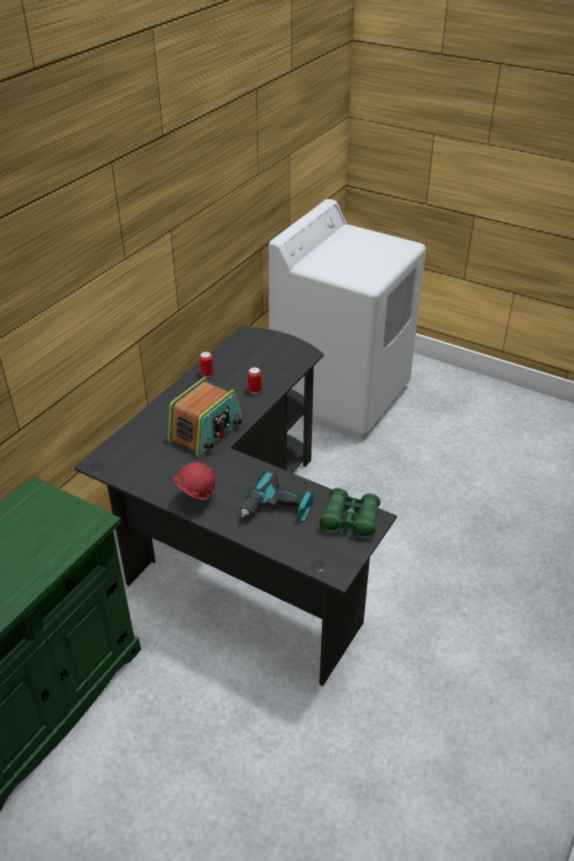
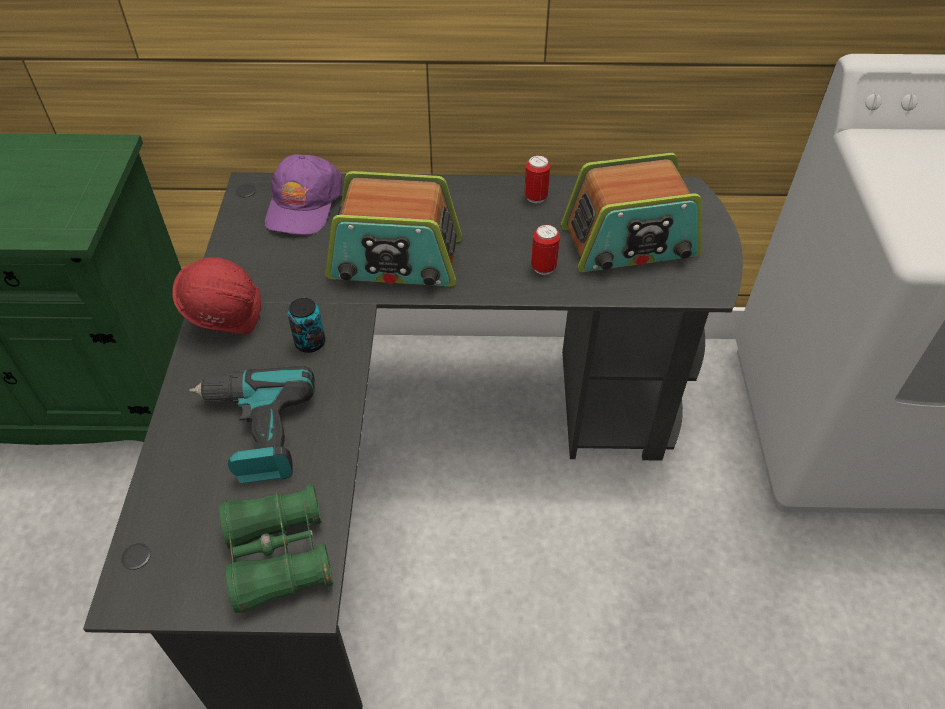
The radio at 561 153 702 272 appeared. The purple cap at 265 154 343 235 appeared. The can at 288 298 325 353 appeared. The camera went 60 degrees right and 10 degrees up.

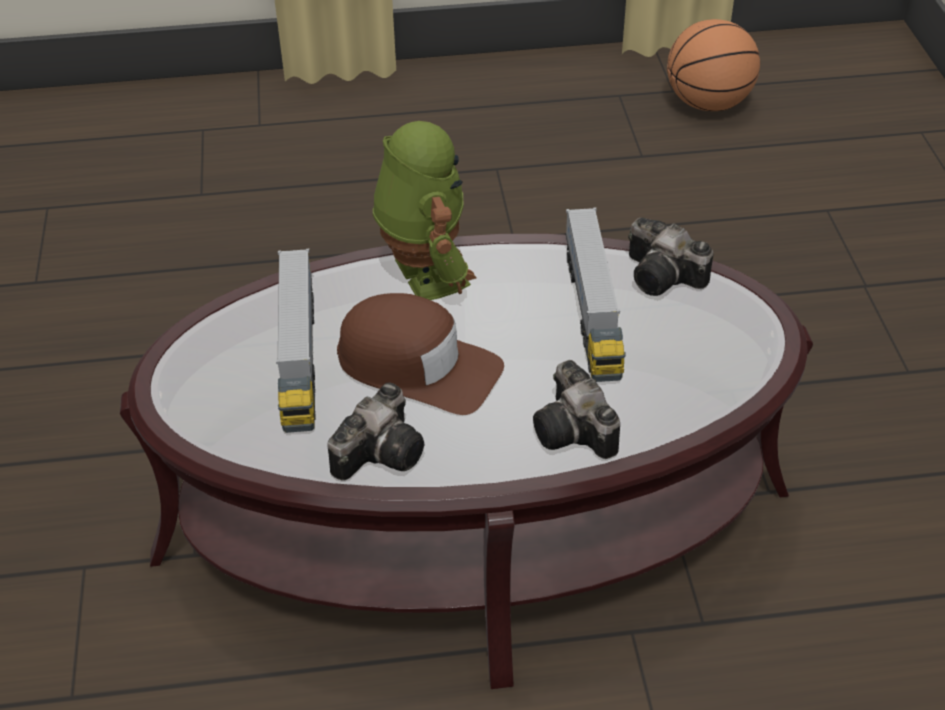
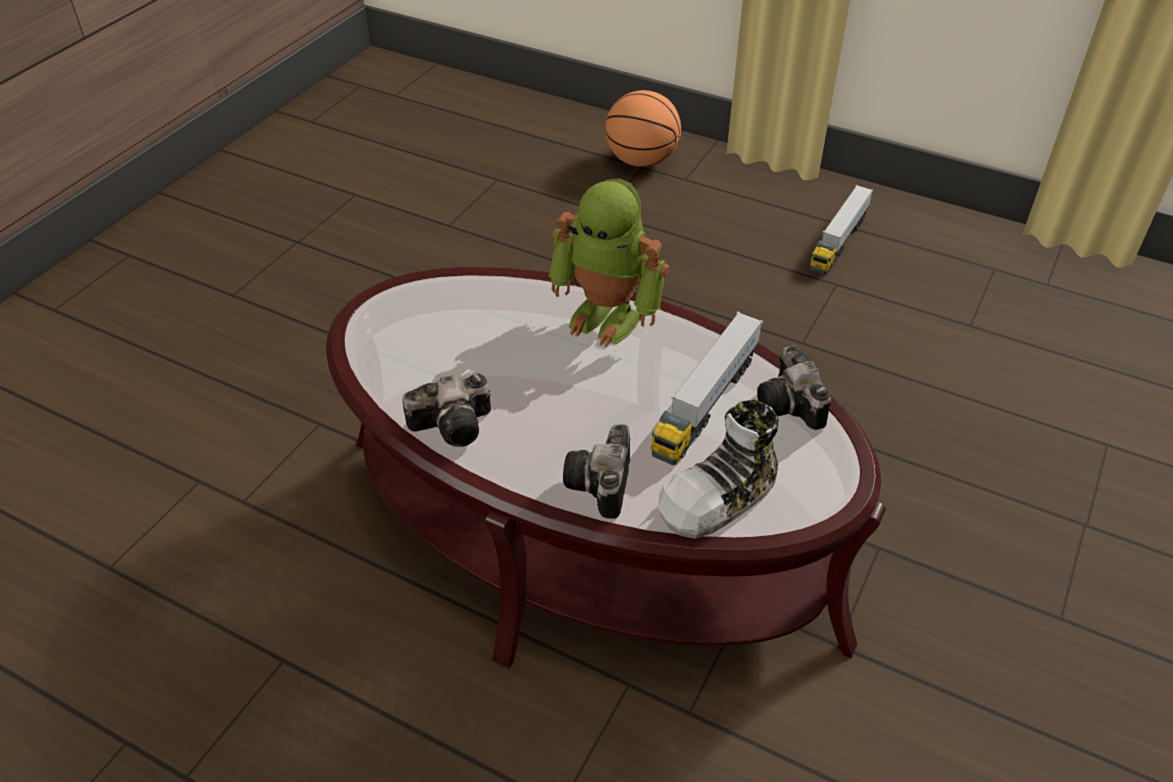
The basketball moved from 667 19 760 111 to 605 90 681 167. The toy robot at 373 121 477 300 turned 105 degrees clockwise. The toy truck moved from 276 249 316 433 to 810 185 873 275. The brown cap at 337 293 504 415 disappeared. The shoe at 658 399 779 539 appeared. The camera went 35 degrees right and 0 degrees up.

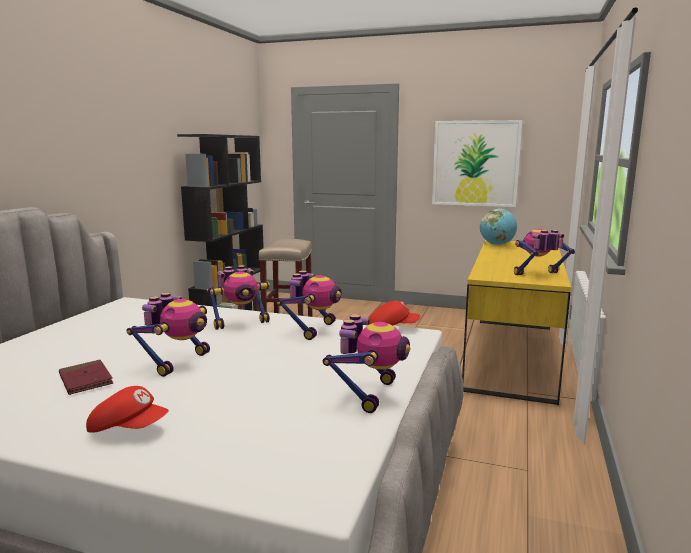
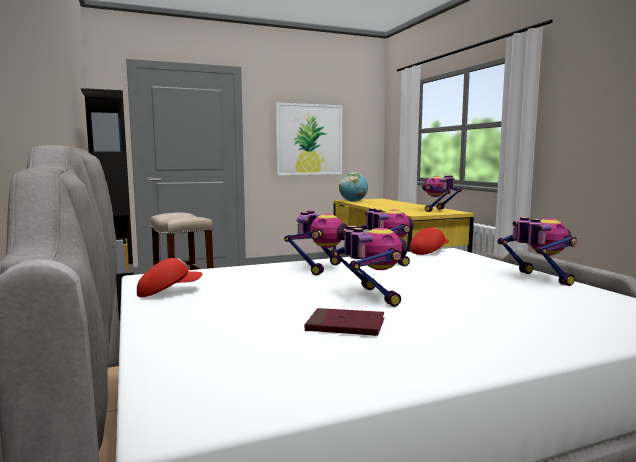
The red cap moved from 86 386 169 433 to 137 258 202 297. The camera went 40 degrees left and 5 degrees down.

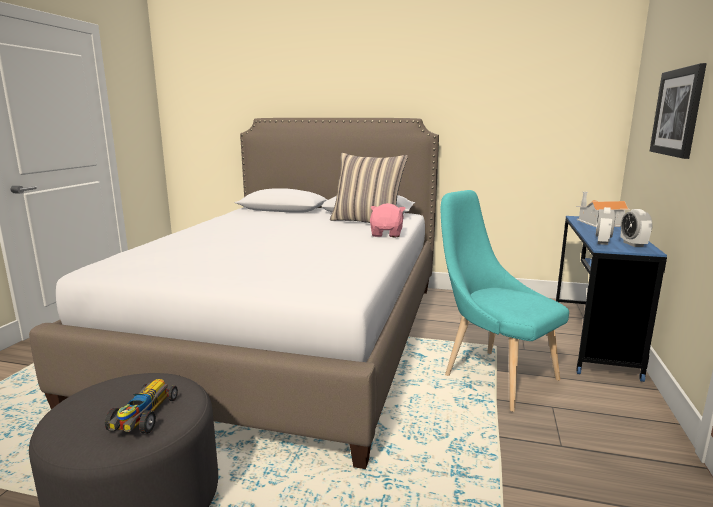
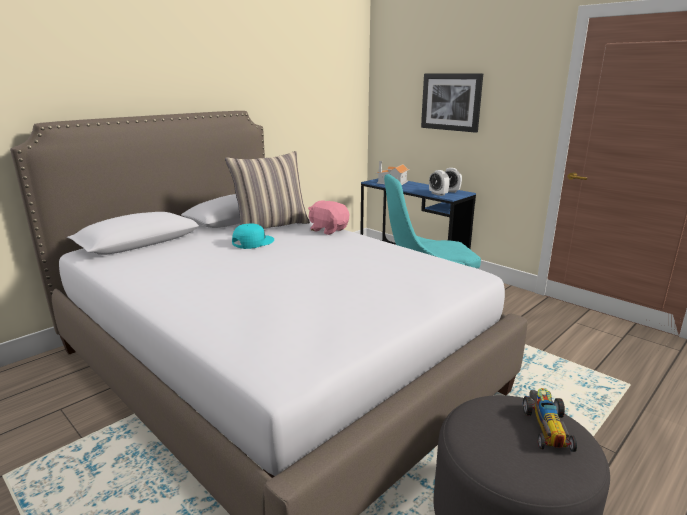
The toy car at 105 379 178 434 turned 120 degrees counterclockwise. The turquoise cap at 232 223 274 249 appeared. The camera went 60 degrees left and 5 degrees up.

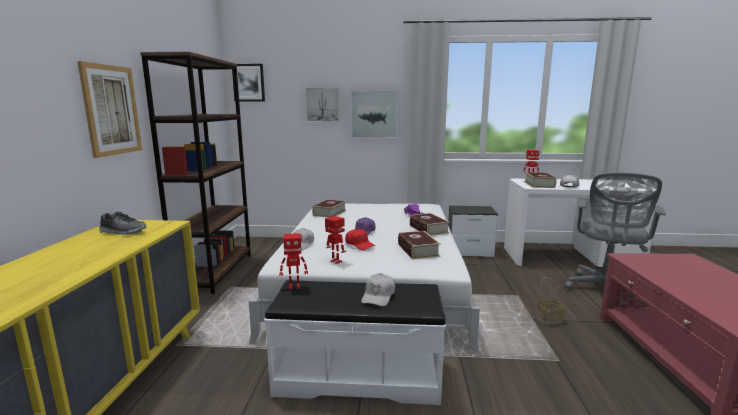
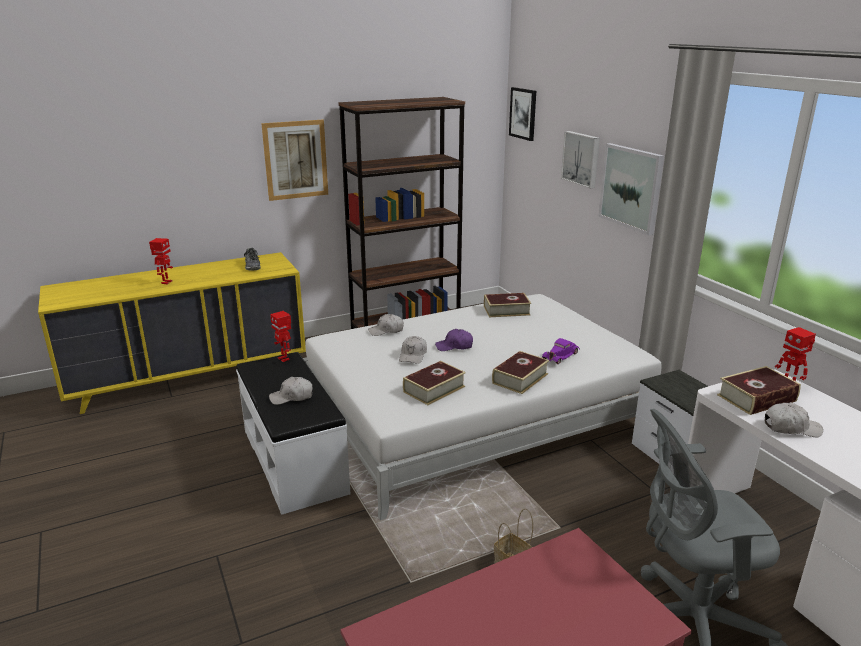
The toy robot moved from 325 216 346 264 to 149 238 173 284. The red cap at 345 229 375 250 became the white cap at 399 336 427 364. The camera went 60 degrees right and 10 degrees up.

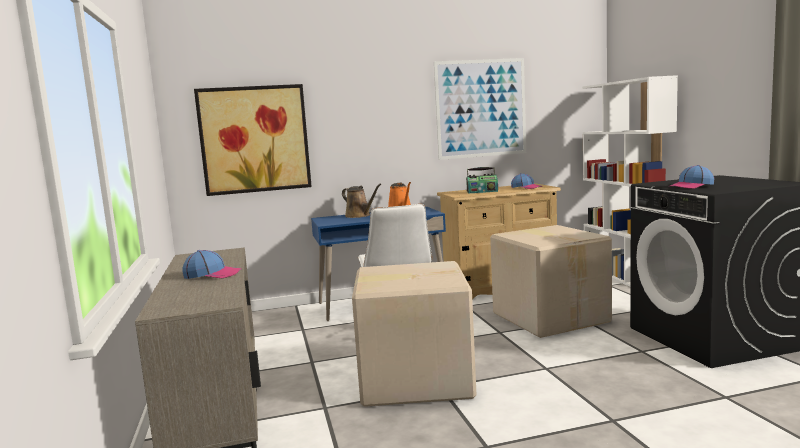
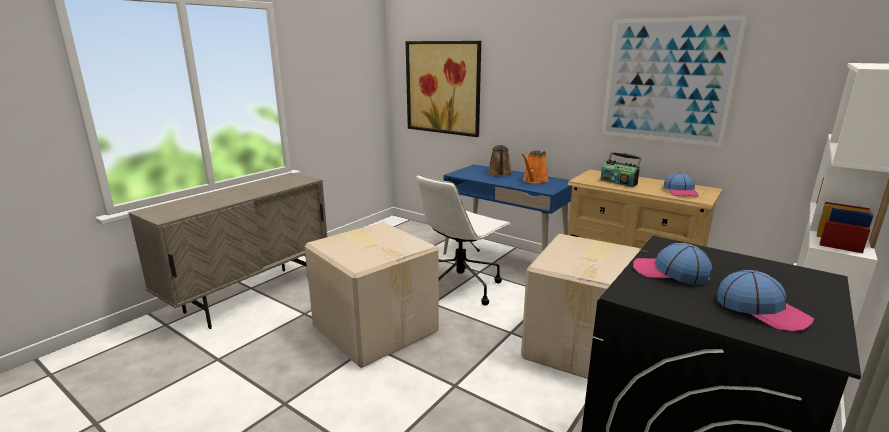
The cap moved from 182 250 242 279 to 717 270 814 332. The camera went 50 degrees right and 10 degrees up.

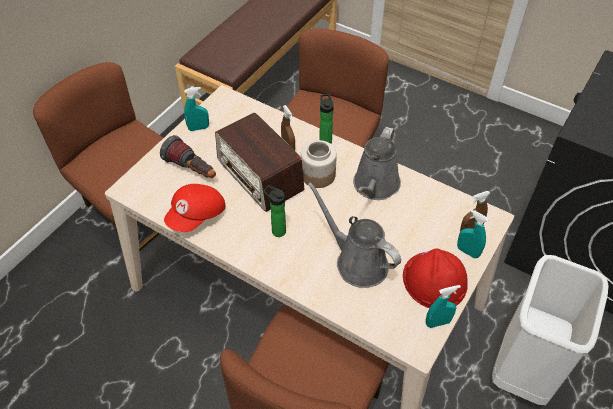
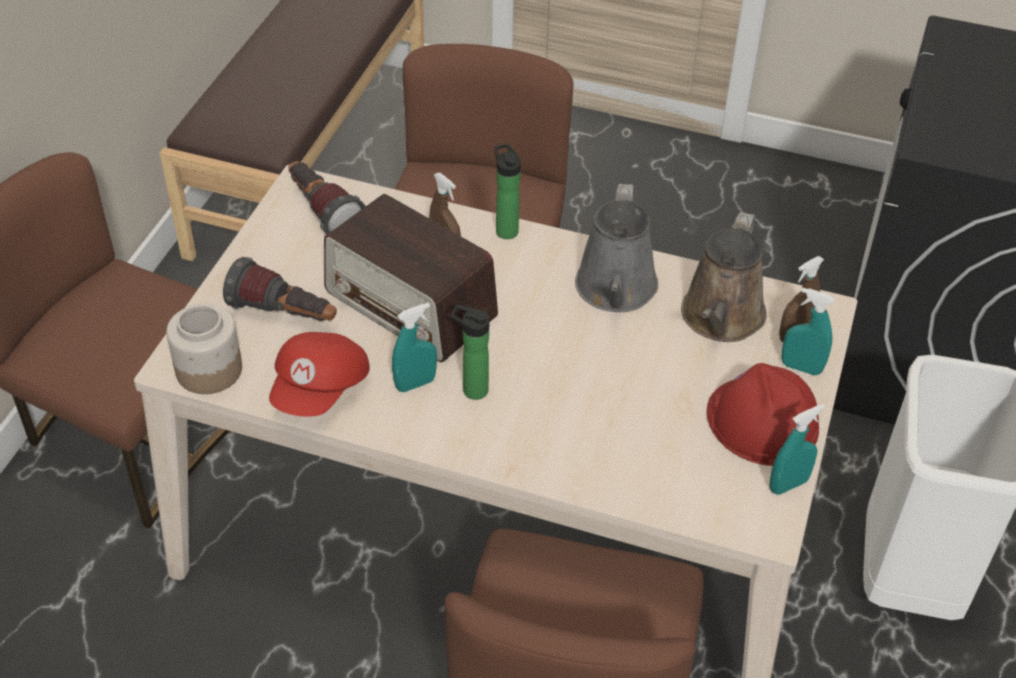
The turquoise spray bottle moved from 184 87 209 131 to 392 303 437 392. The jar moved from 301 140 337 188 to 166 304 242 394. The grey watering can at 308 182 401 288 disappeared. The flashlight at 288 161 366 234 appeared. The brown watering can at 681 212 767 342 appeared. The camera went 15 degrees left and 5 degrees down.

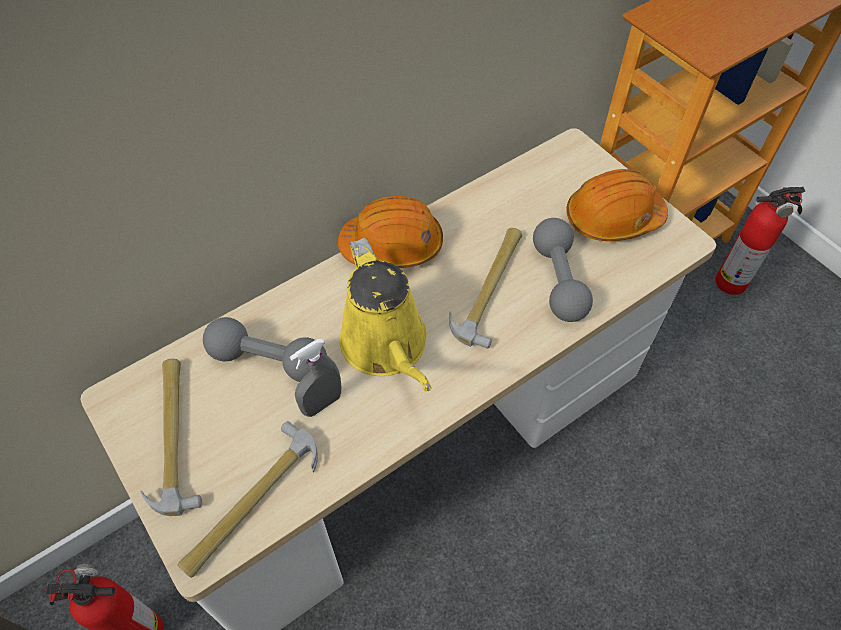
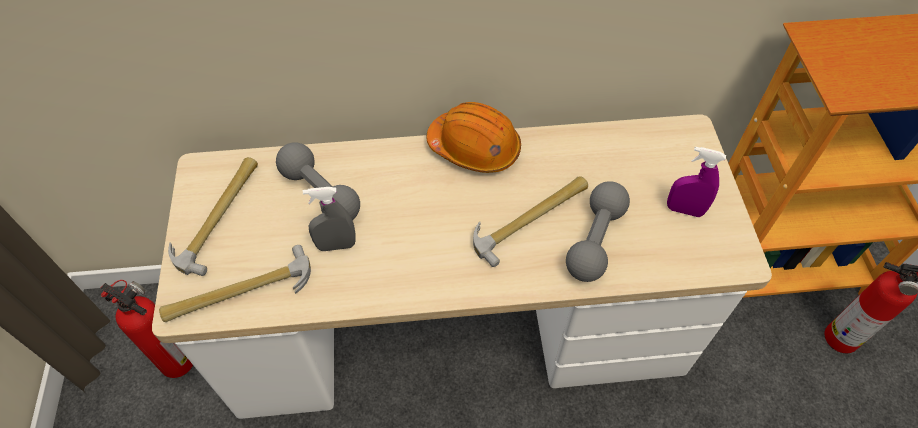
The orange hard hat at 566 169 668 241 was replaced by the purple spray bottle at 667 147 726 217. The yellow watering can at 339 238 432 392 disappeared. The camera went 30 degrees right and 0 degrees up.

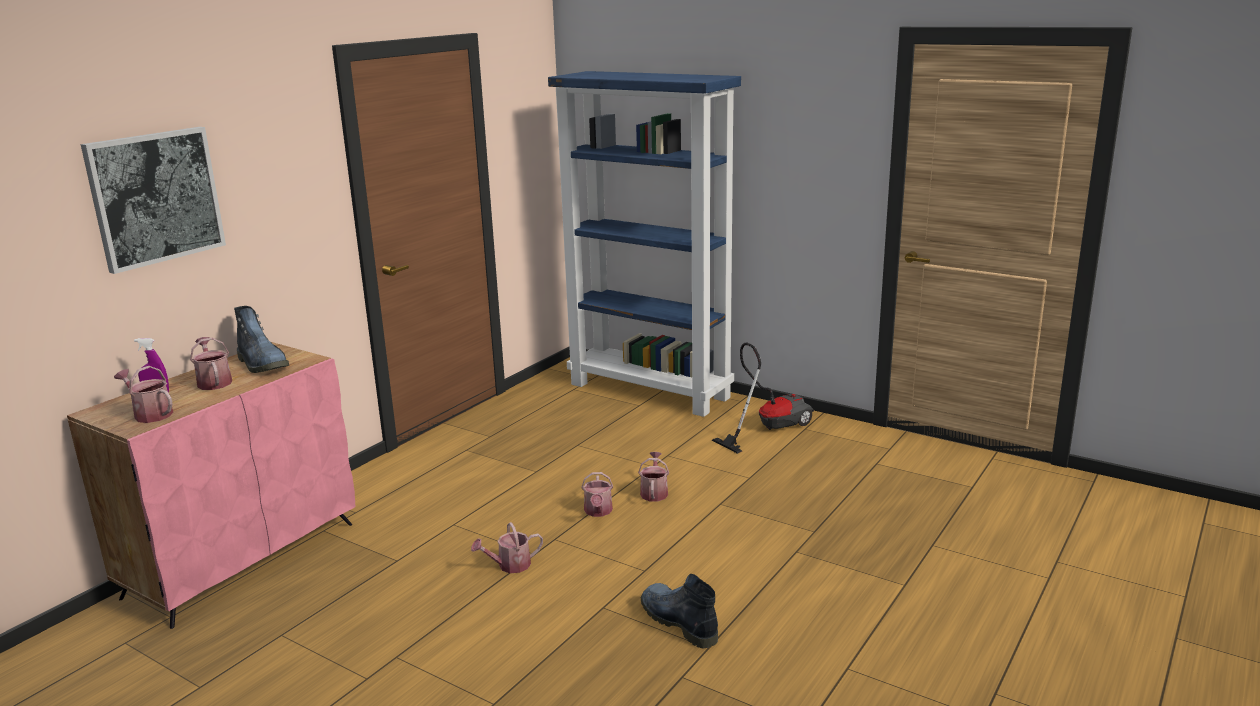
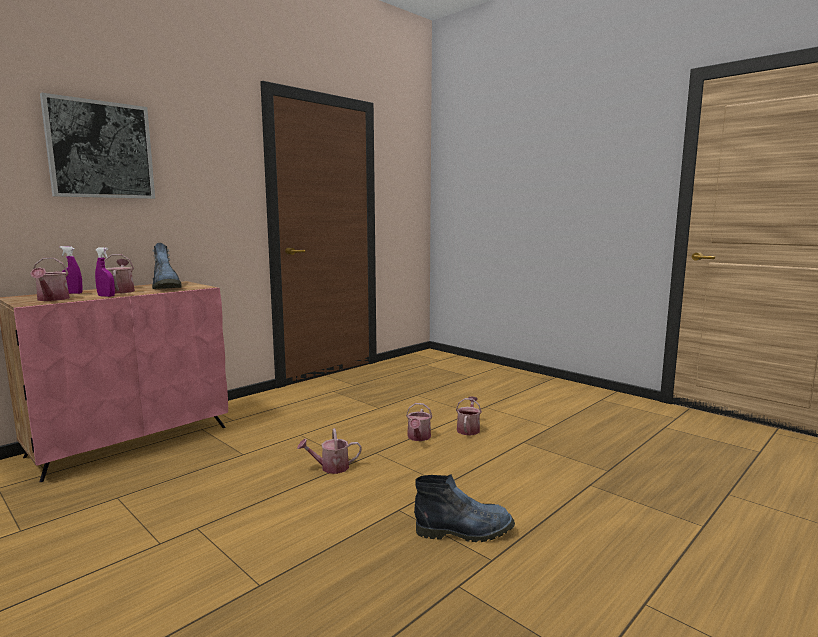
The blue bookcase at 548 71 741 417 disappeared. The vacuum cleaner at 712 343 814 454 disappeared. The watering can at 114 366 173 423 turned 150 degrees counterclockwise. The boot at 641 574 718 648 turned 120 degrees clockwise. The purple spray bottle at 95 247 115 297 appeared. The camera went 10 degrees right and 10 degrees down.

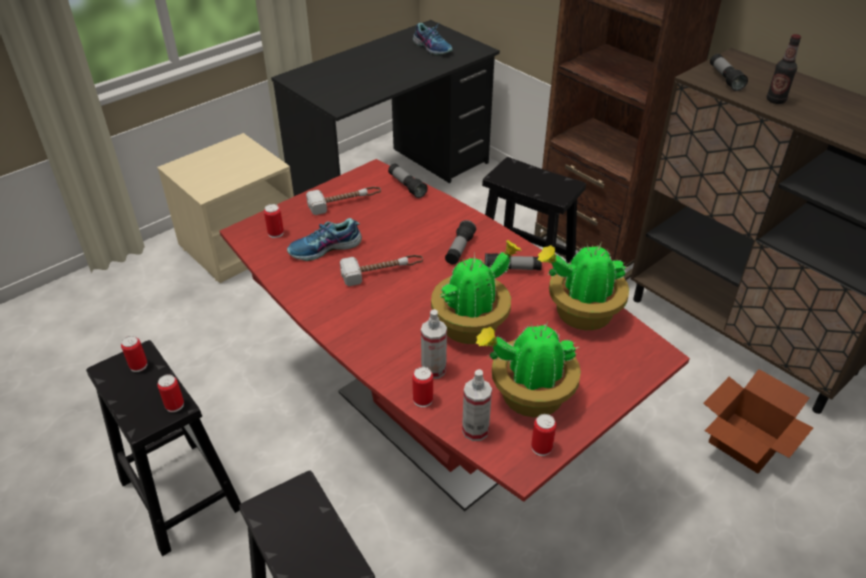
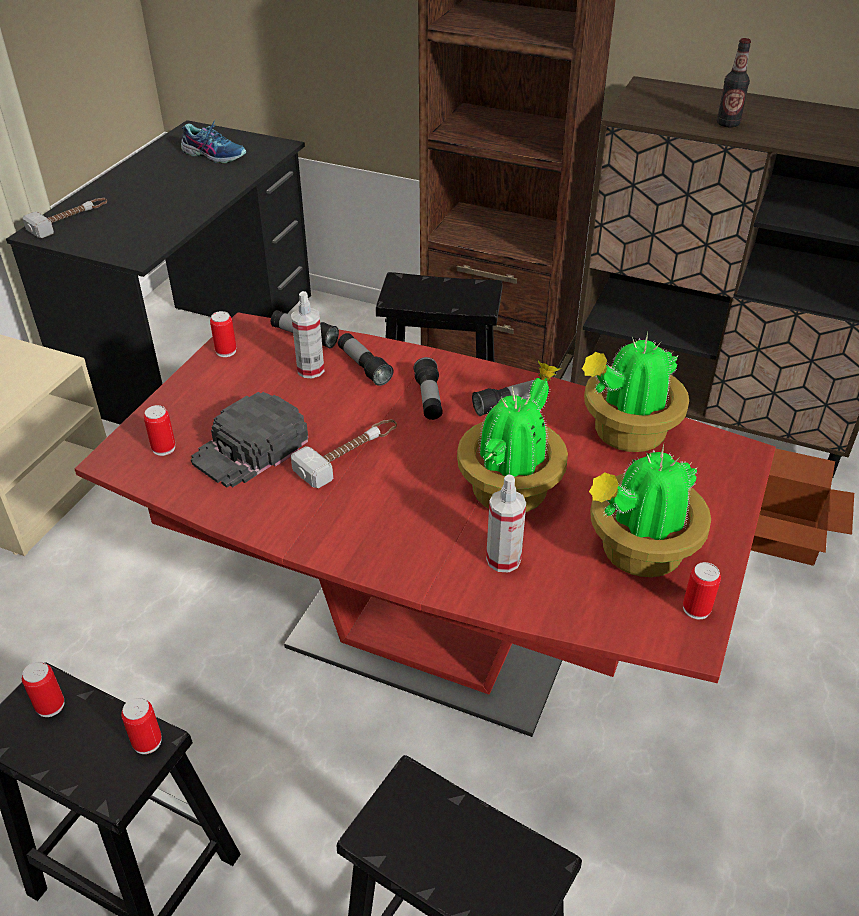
The flashlight moved from 710 54 748 91 to 338 333 393 386. The hammer moved from 306 187 381 215 to 23 198 107 239. The shoe at 287 218 362 261 was replaced by the black cap at 191 392 308 488. The can moved from 412 367 433 407 to 210 311 236 357. The spray bottle moved from 462 369 492 441 to 291 291 324 379. The camera went 25 degrees left and 0 degrees up.

